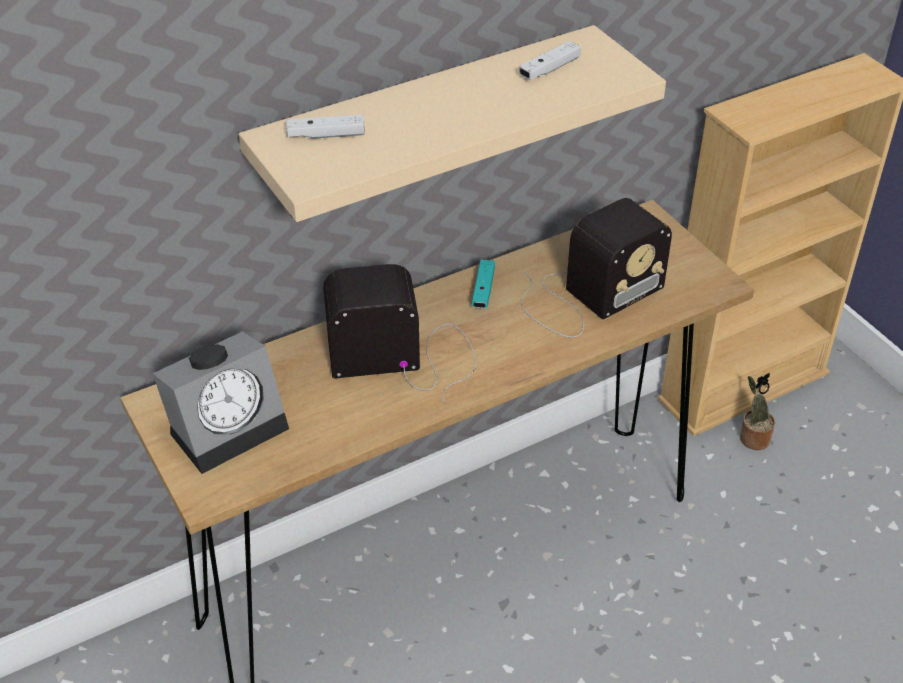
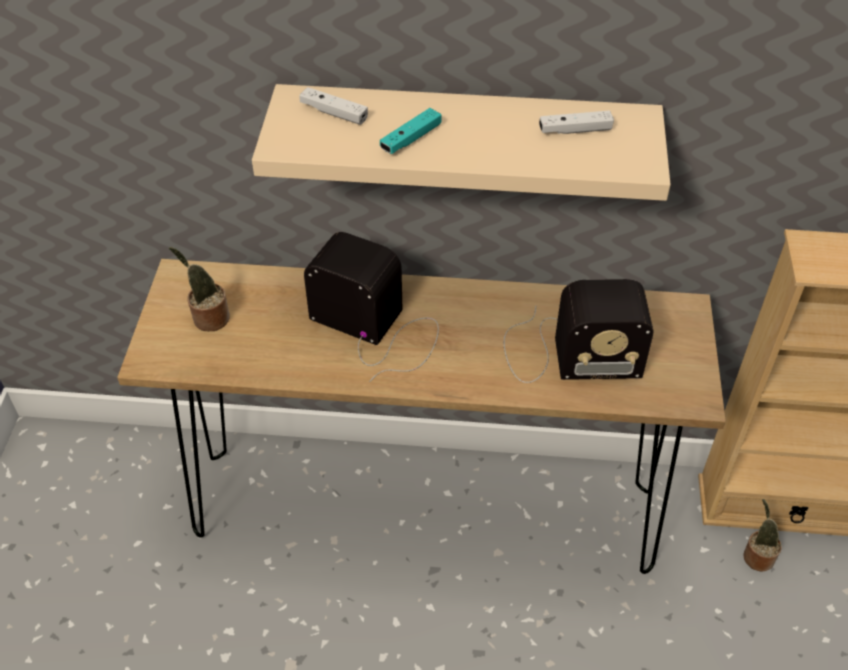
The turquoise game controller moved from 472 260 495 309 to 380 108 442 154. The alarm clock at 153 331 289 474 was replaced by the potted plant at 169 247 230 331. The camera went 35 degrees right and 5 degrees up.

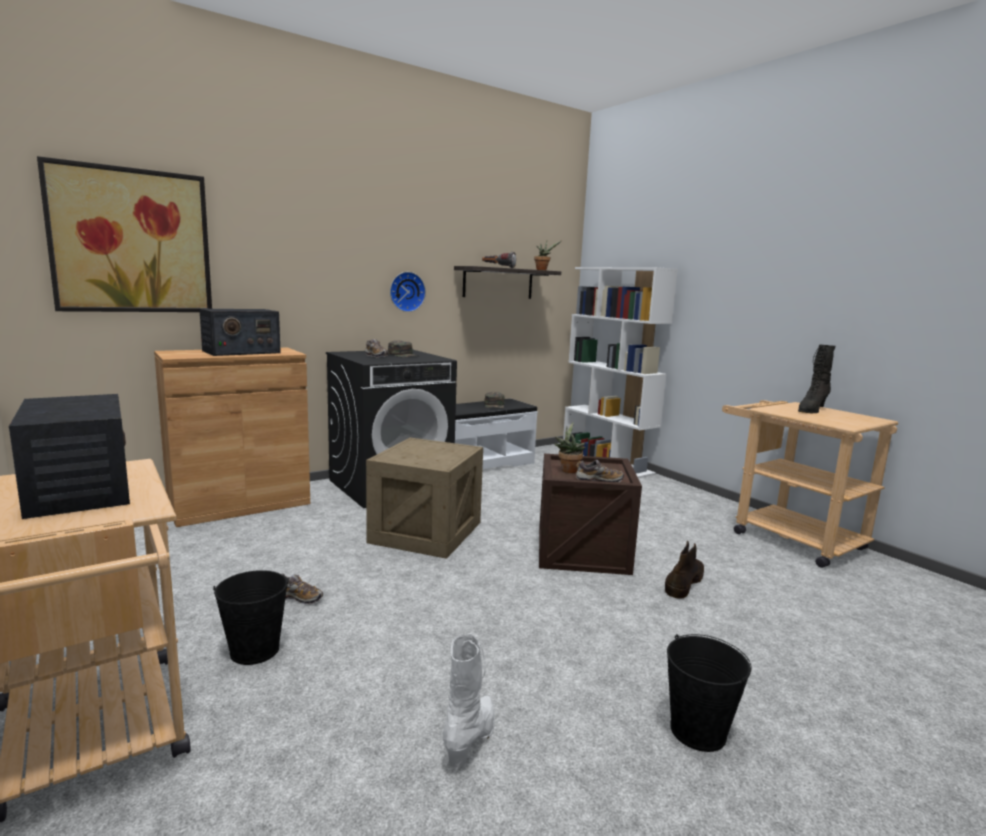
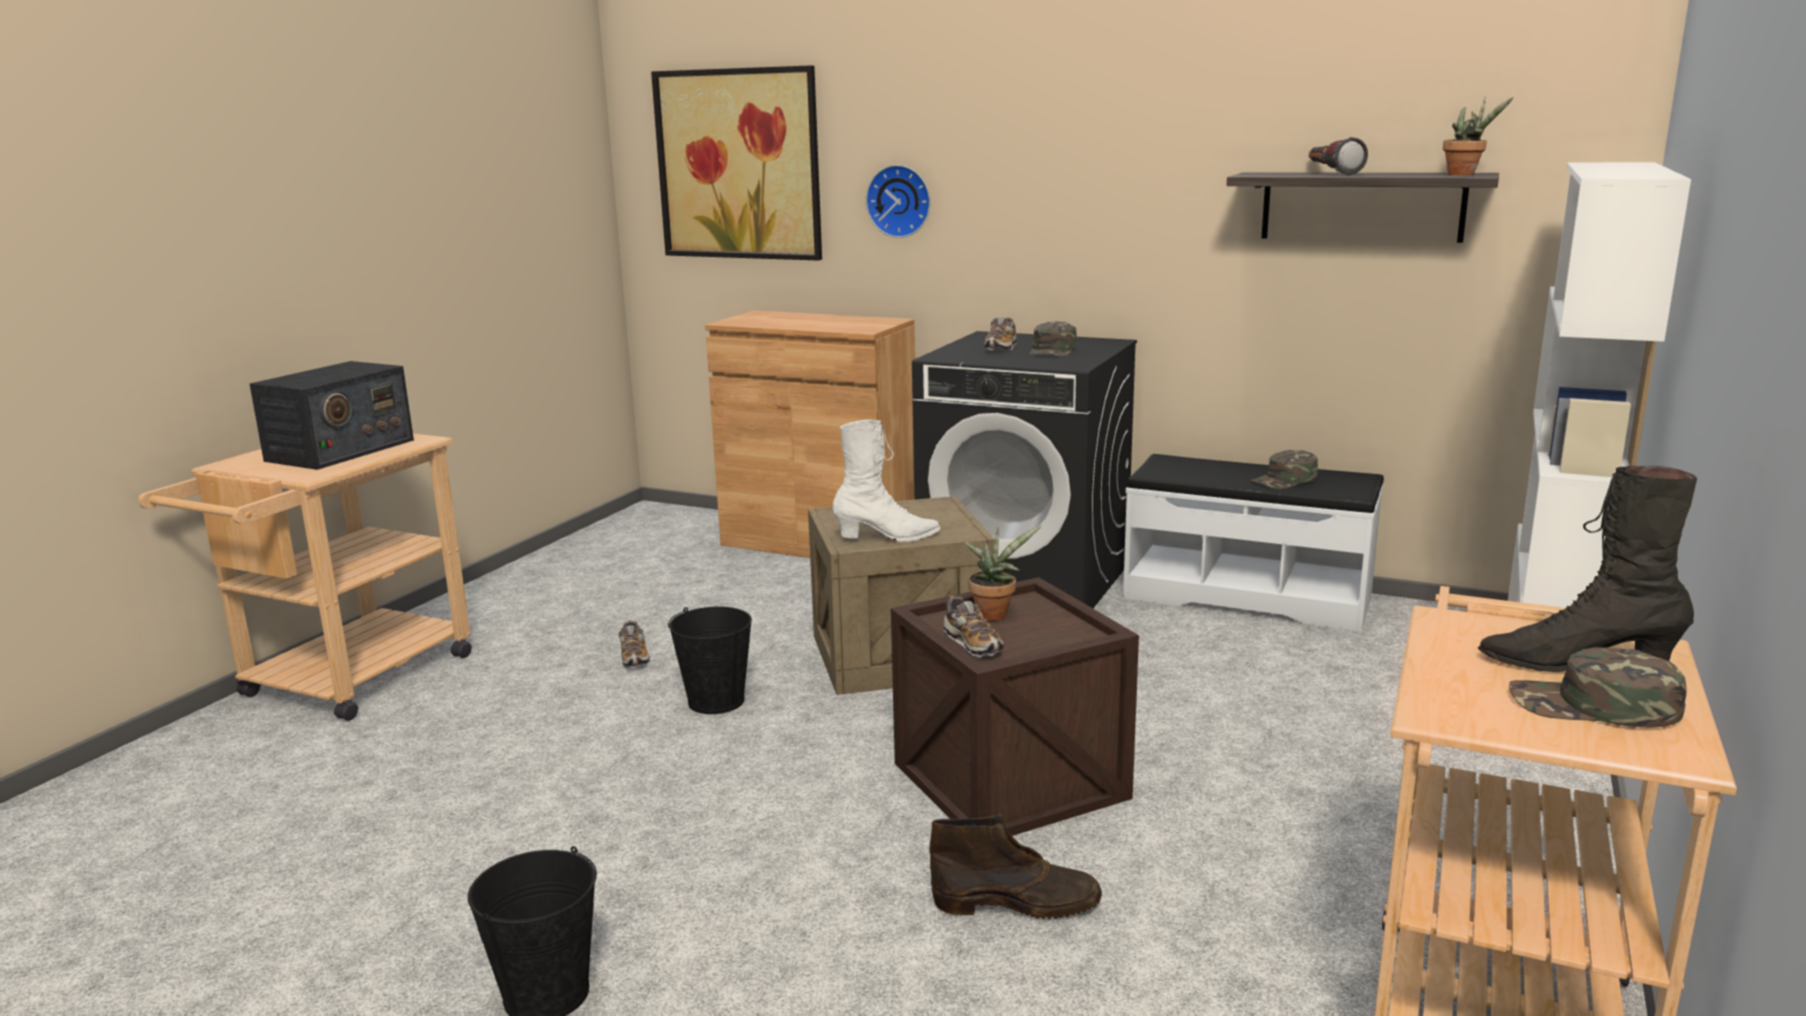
The wall clock moved from 390 272 426 312 to 866 165 931 238. The radio at 199 309 281 356 disappeared. The black bucket moved from 213 570 289 665 to 668 606 752 714. The white boot moved from 443 633 495 768 to 832 419 941 542. The green cap at 1509 648 1686 728 appeared. The camera went 60 degrees right and 5 degrees up.

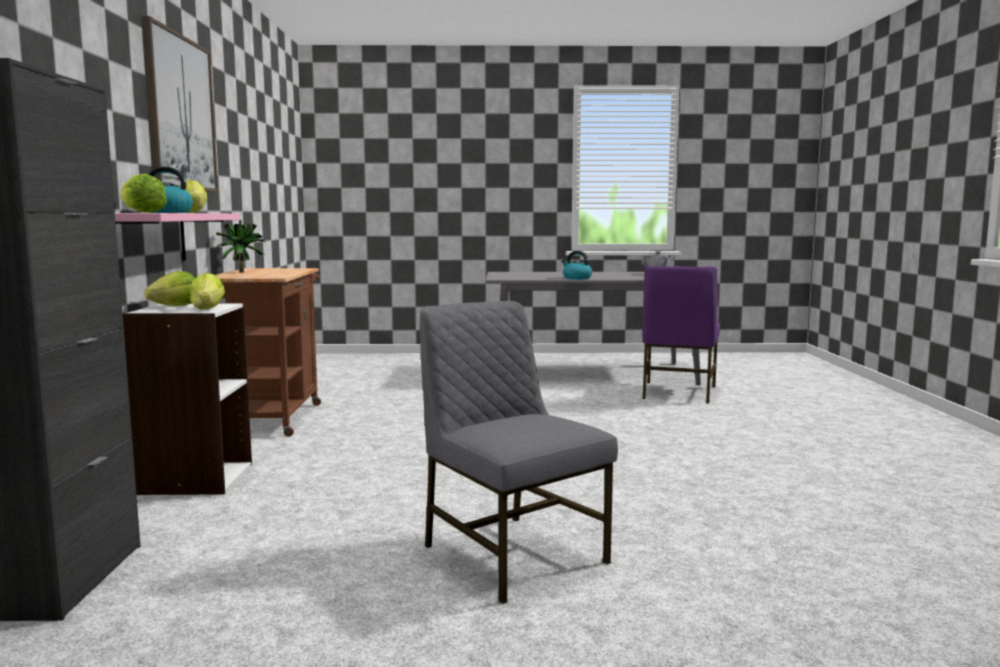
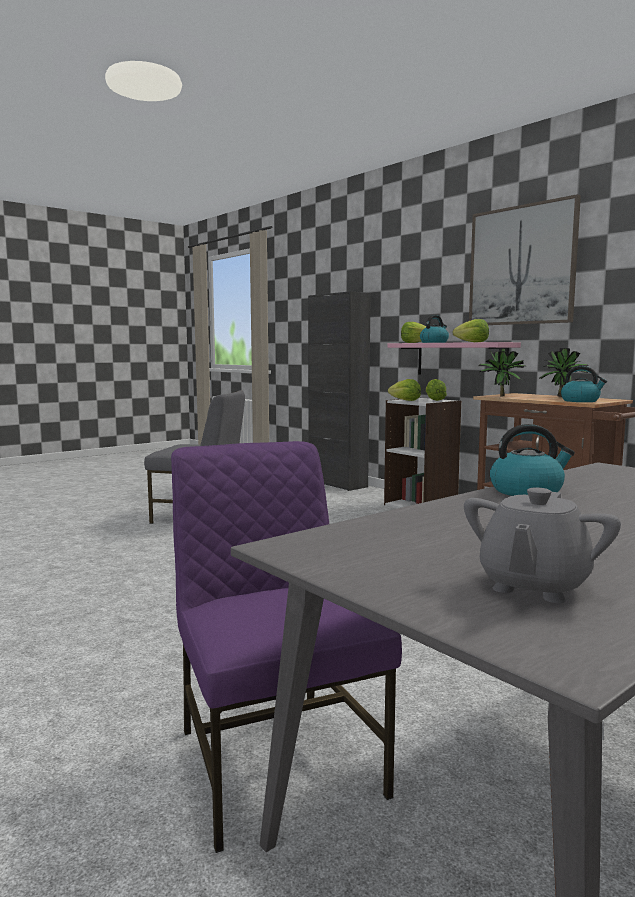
The potted plant at 479 348 527 397 appeared. The kettle at 561 366 607 402 appeared. The camera went 140 degrees right and 0 degrees up.

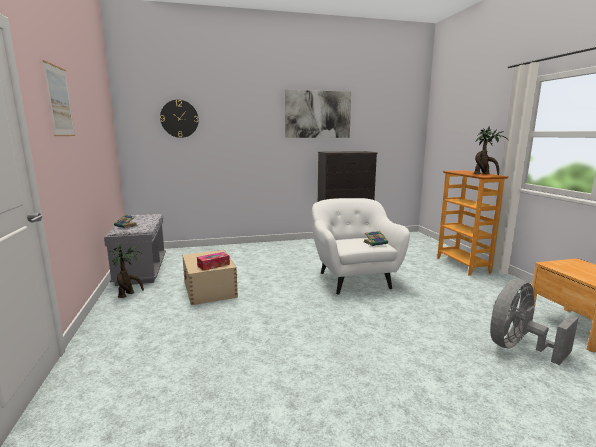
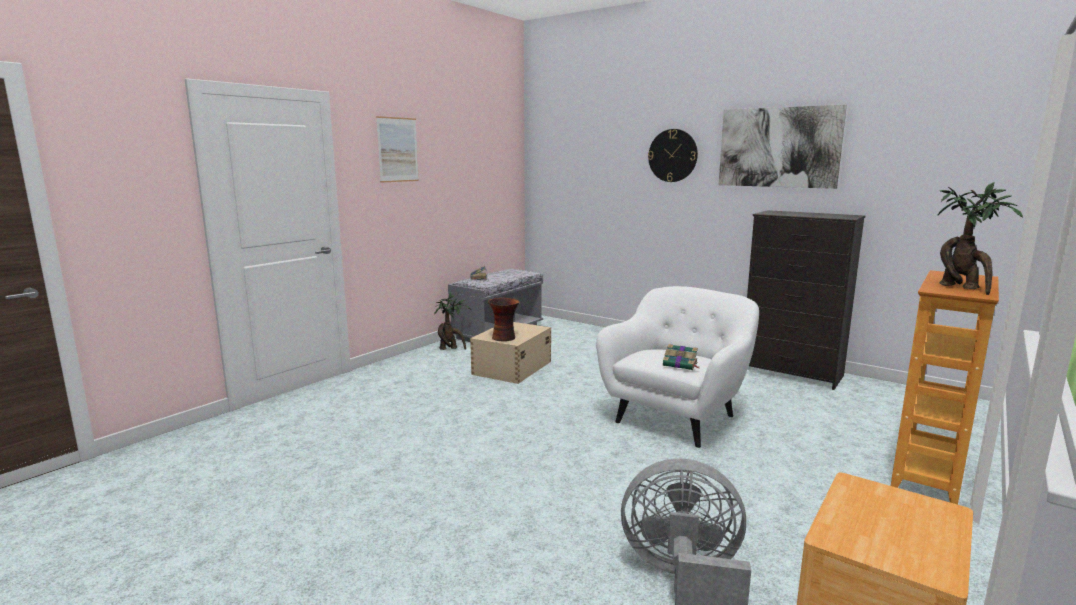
The wall clock moved from 160 100 199 138 to 648 129 698 182. The tissue box at 197 252 230 271 was replaced by the vase at 488 298 520 341. The camera went 50 degrees right and 0 degrees up.

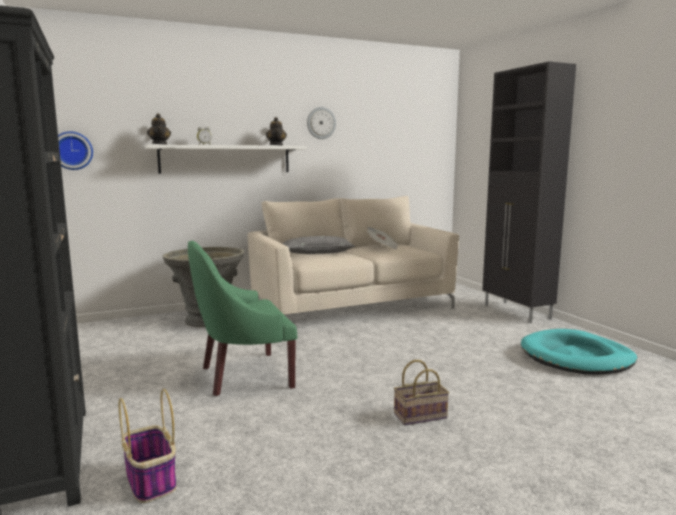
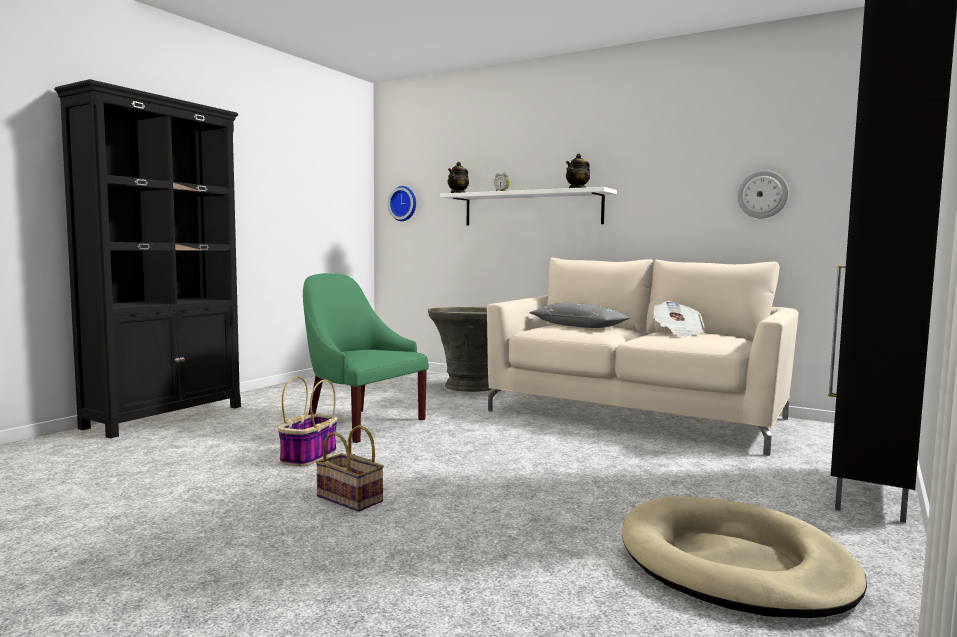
The wall clock moved from 307 107 336 139 to 737 170 789 218. The turquoise dog bed at 521 329 637 375 became the beige dog bed at 622 496 867 618. The basket moved from 119 389 176 503 to 278 376 337 466. The camera went 55 degrees right and 5 degrees down.

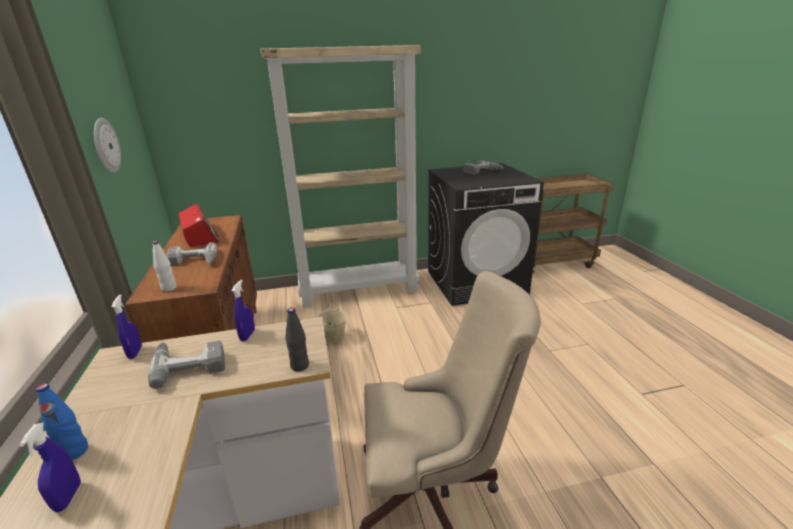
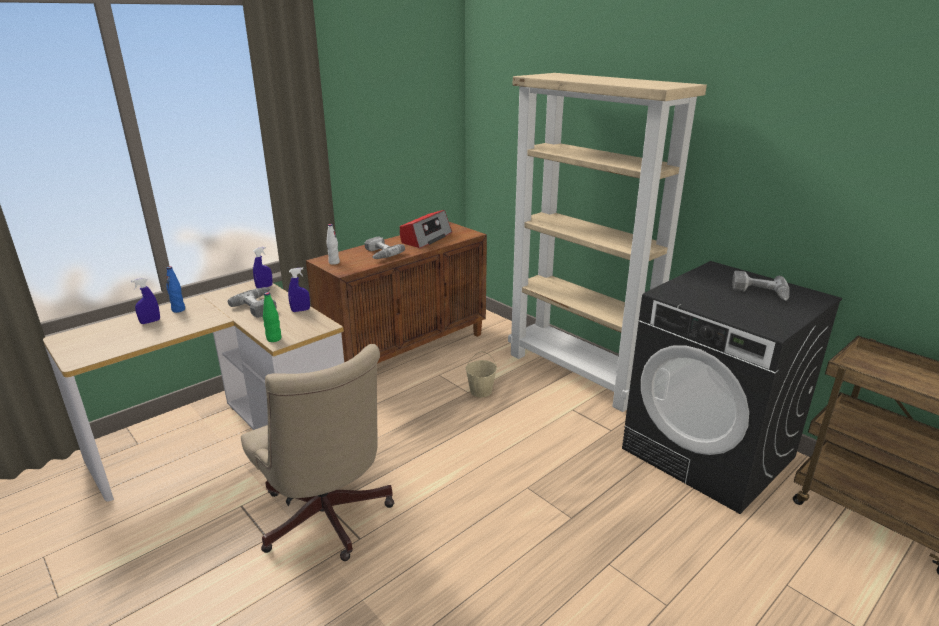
The wall clock at 94 118 121 174 disappeared. The black bottle at 285 307 309 372 became the green bottle at 263 292 281 342. The camera went 60 degrees right and 0 degrees up.

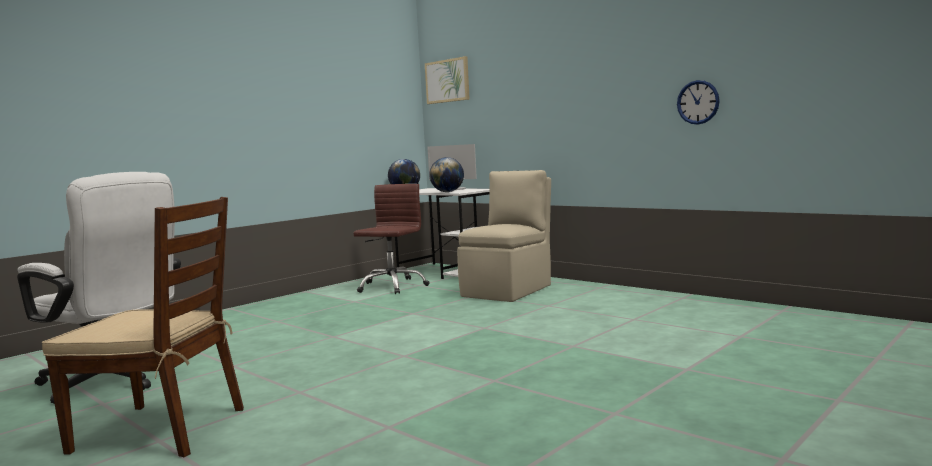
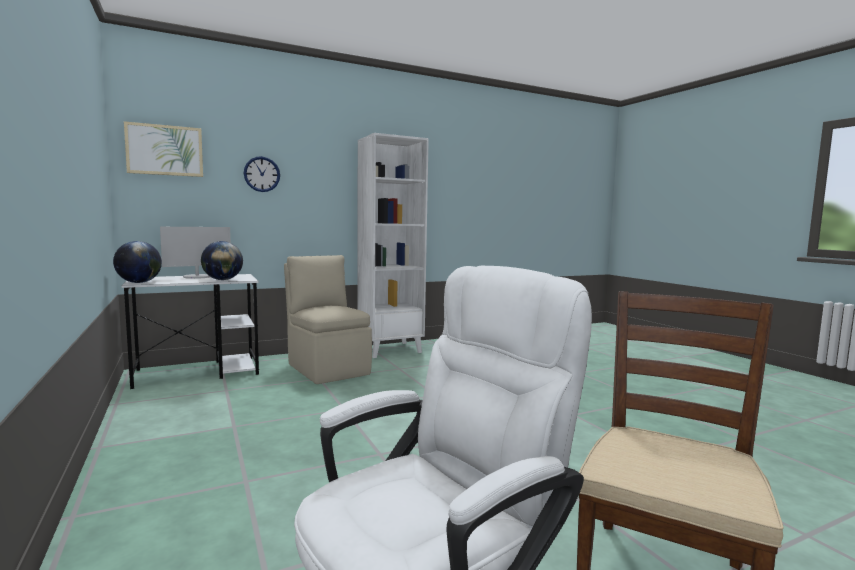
The wall clock moved from 677 80 720 125 to 244 156 280 192. The brown office chair at 353 184 430 294 disappeared. The white bookcase at 358 133 429 358 appeared. The camera went 70 degrees left and 0 degrees up.

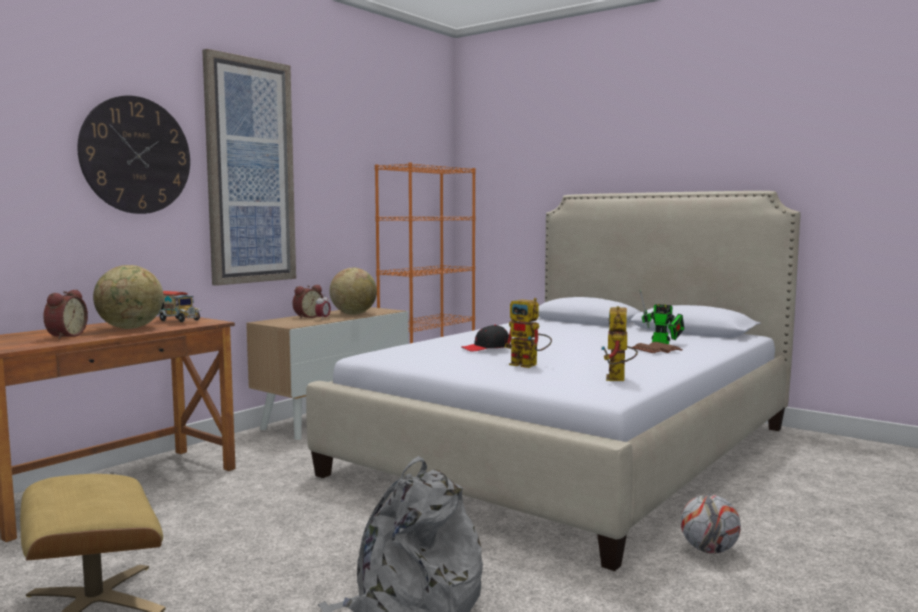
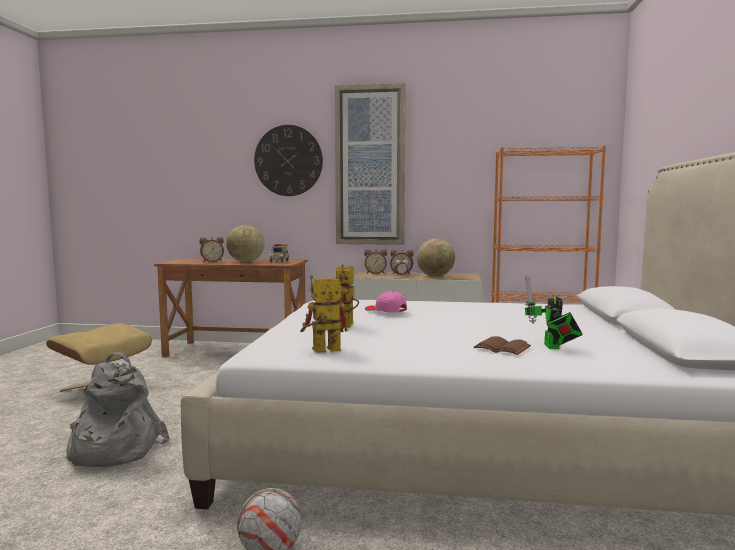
The black cap at 462 325 509 351 became the pink cap at 365 291 407 312. The alarm clock at 364 249 387 274 appeared. The camera went 60 degrees right and 0 degrees up.

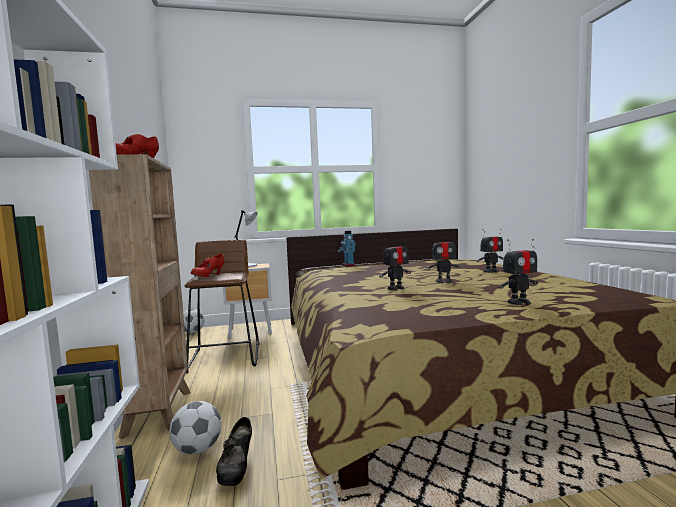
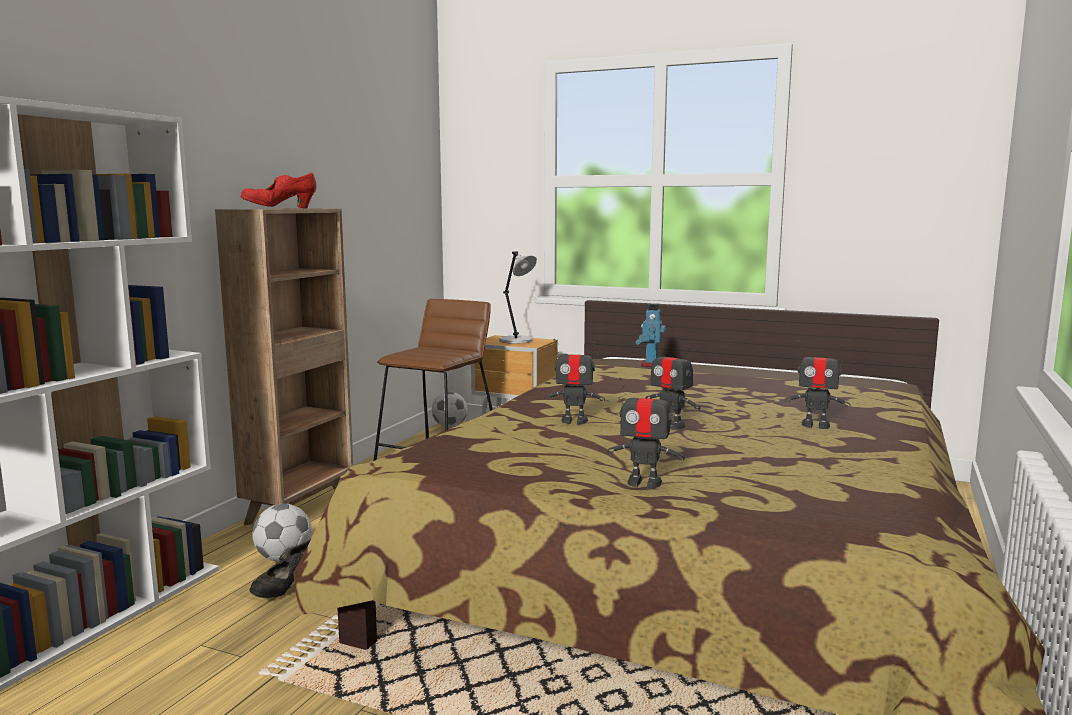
The red shoe at 191 254 224 277 disappeared. The camera went 35 degrees right and 5 degrees up.

